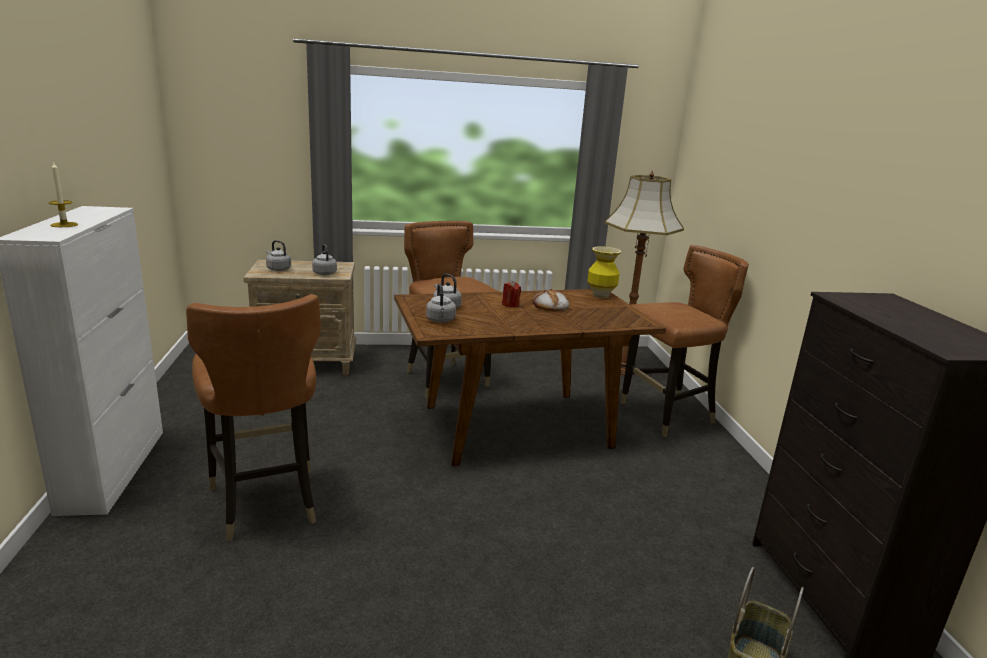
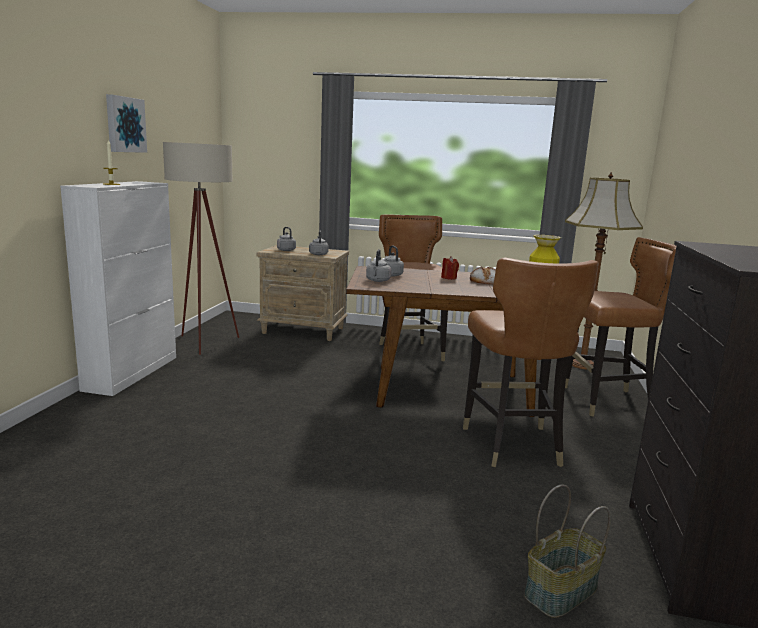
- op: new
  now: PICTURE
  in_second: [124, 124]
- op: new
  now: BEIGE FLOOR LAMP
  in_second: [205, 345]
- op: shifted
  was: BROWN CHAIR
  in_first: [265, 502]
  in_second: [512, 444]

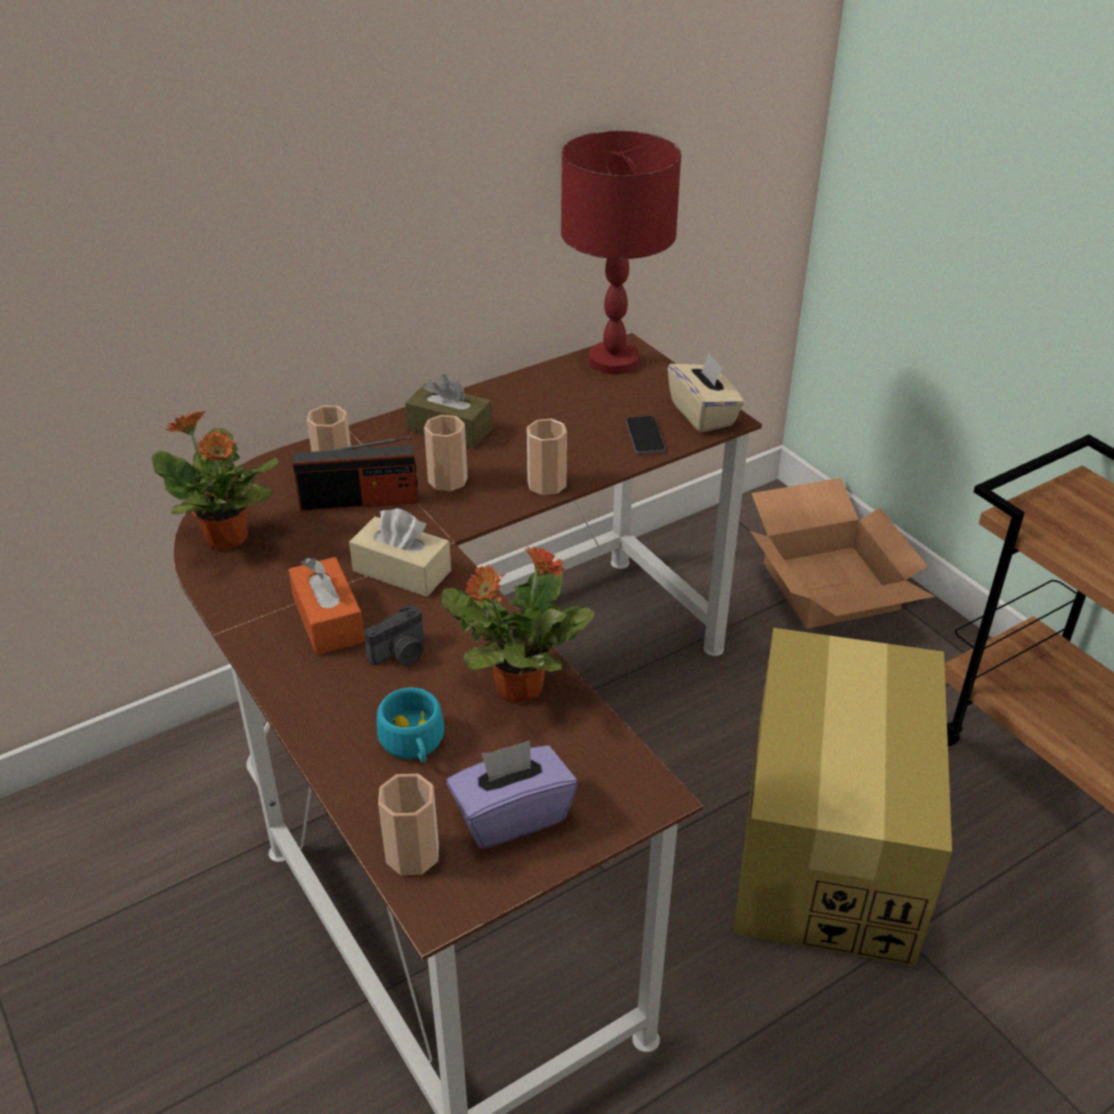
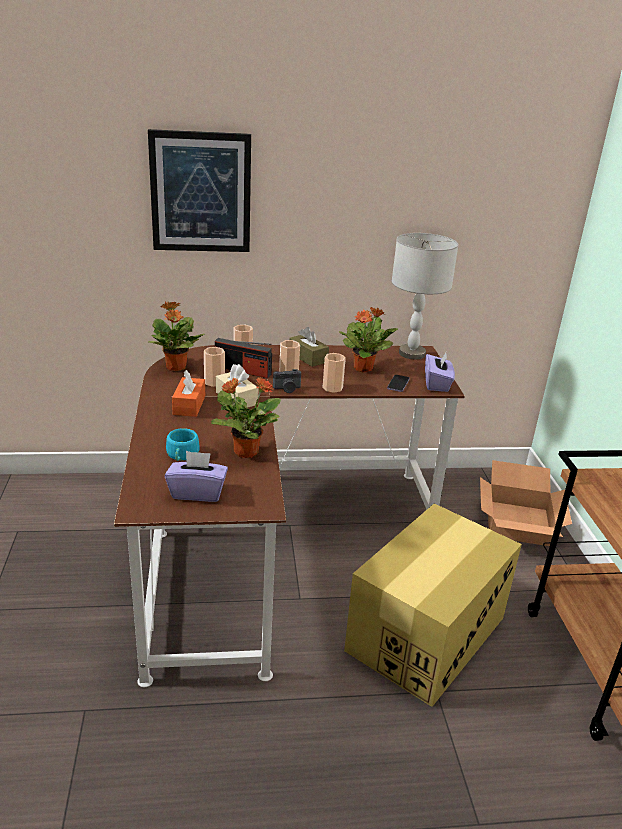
- op: new
  now: PICTURE
  in_second: [201, 192]
- op: new
  now: POTTED PLANT
  in_second: [363, 368]
- op: shifted
  was: PHOTO CAMERA
  in_first: [401, 654]
  in_second: [287, 389]
- op: shifted
  was: CUP
  in_first: [412, 854]
  in_second: [214, 382]
- op: repainted
  was: RED TABLE LAMP
  now: GREY TABLE LAMP
  in_first: [612, 361]
  in_second: [411, 353]
- op: repainted
  was: BEIGE TISSUE BOX
  now: PURPLE TISSUE BOX
  in_first: [703, 414]
  in_second: [437, 384]

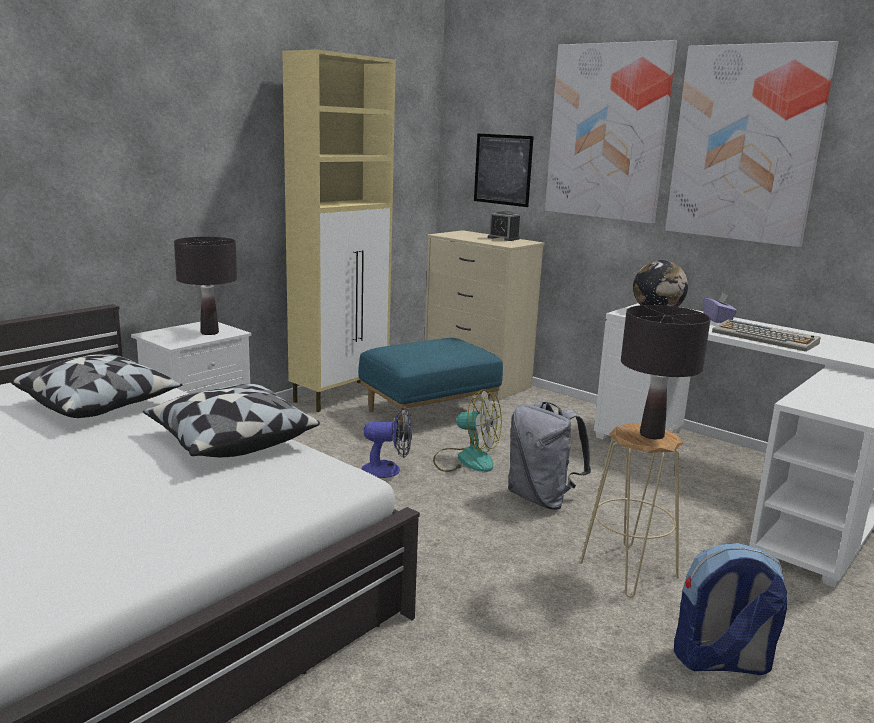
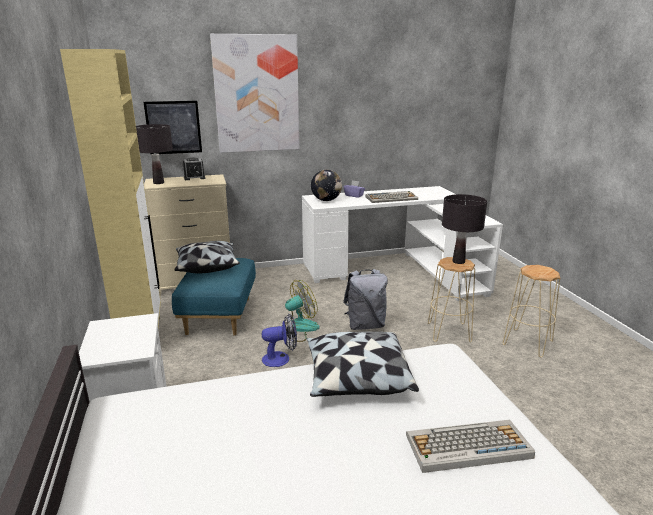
- op: gone
  was: PICTURE
  in_first: [745, 144]
- op: new
  now: KEYBOARD
  in_second: [467, 447]
- op: shifted
  was: PILLOW
  in_first: [100, 404]
  in_second: [206, 266]
- op: shifted
  was: BLACK TABLE LAMP
  in_first: [210, 333]
  in_second: [158, 183]
- op: swapped
  was: BACKPACK
  now: BEIGE STOOL
  in_first: [721, 662]
  in_second: [527, 343]
- op: rotated
  was: FAN
  in_first: [388, 470]
  in_second: [281, 358]
  clockwise: 45

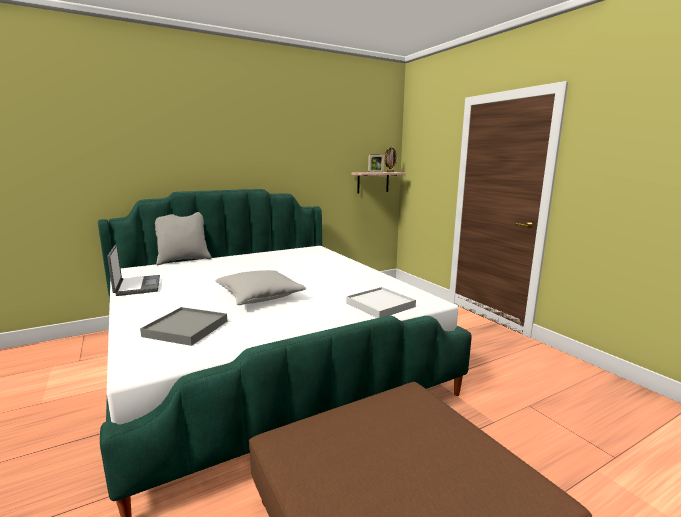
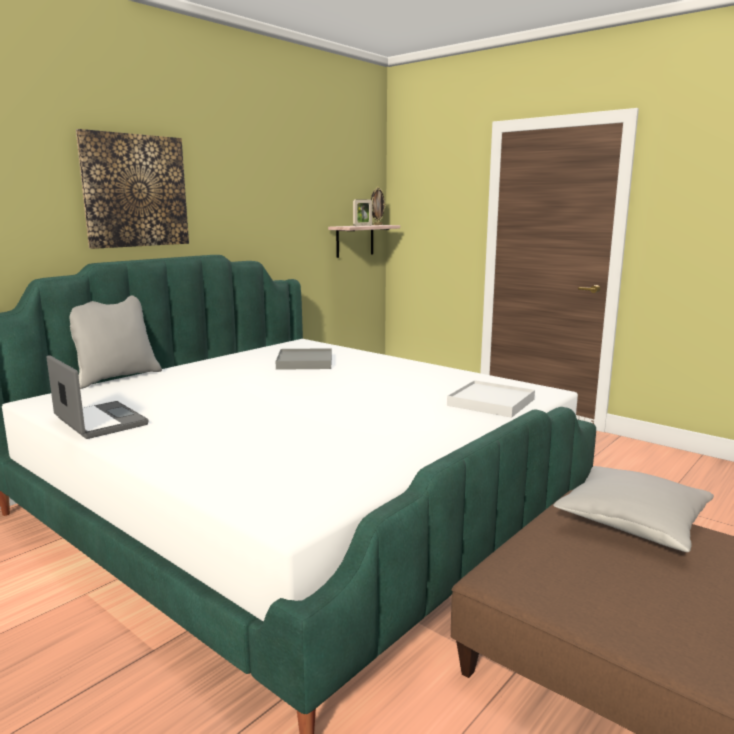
- op: new
  now: PICTURE
  in_second: [135, 191]
- op: shifted
  was: GREY TRAY
  in_first: [186, 328]
  in_second: [304, 362]
- op: shifted
  was: GREY PILLOW
  in_first: [260, 297]
  in_second: [632, 522]

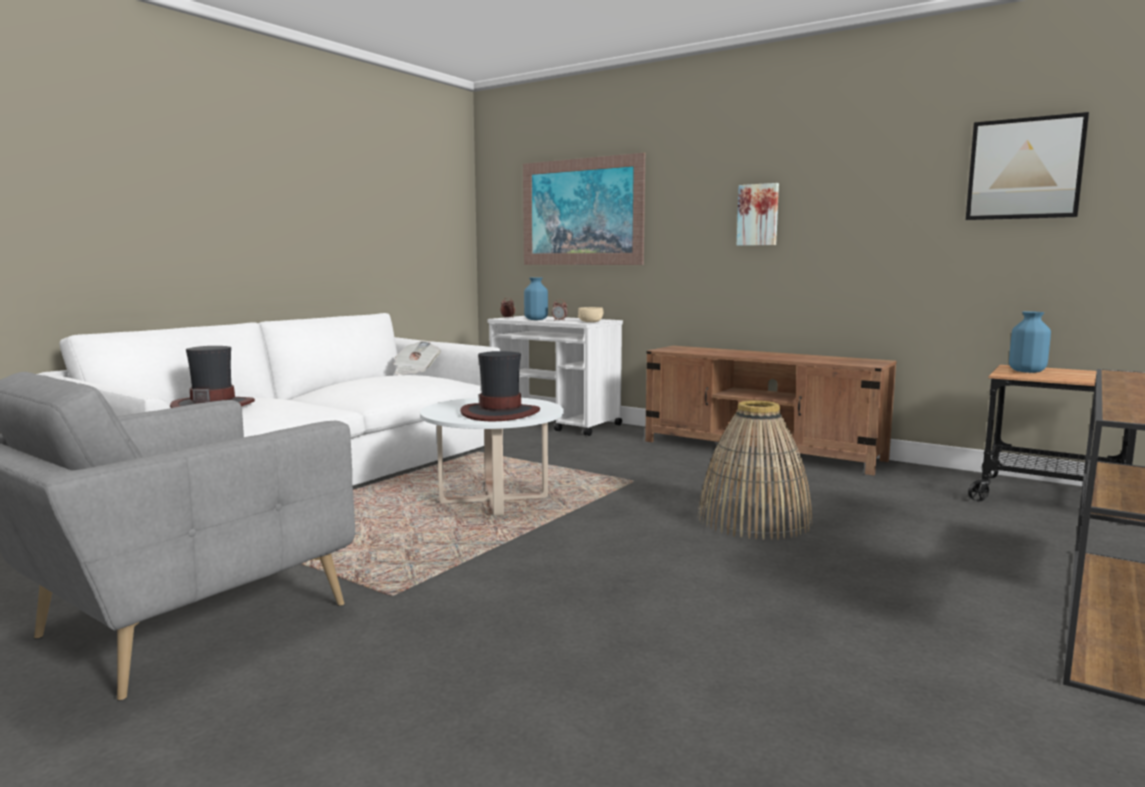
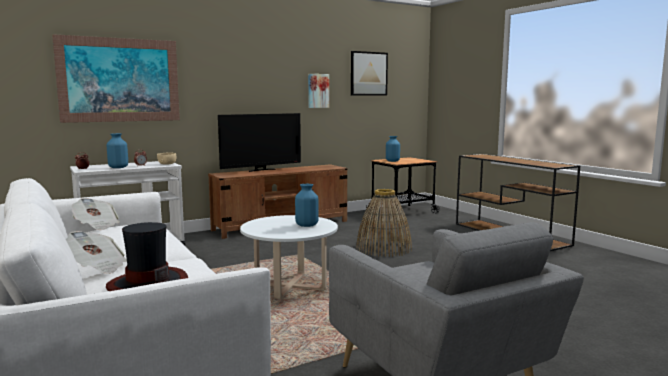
- op: new
  now: NEWSPAPER
  in_second: [96, 267]
- op: new
  now: TELEVISION
  in_second: [261, 170]
- op: shifted
  was: PICTURE
  in_first: [758, 215]
  in_second: [318, 91]
- op: swapped
  was: HAT
  now: BLUE VASE
  in_first: [500, 413]
  in_second: [307, 225]

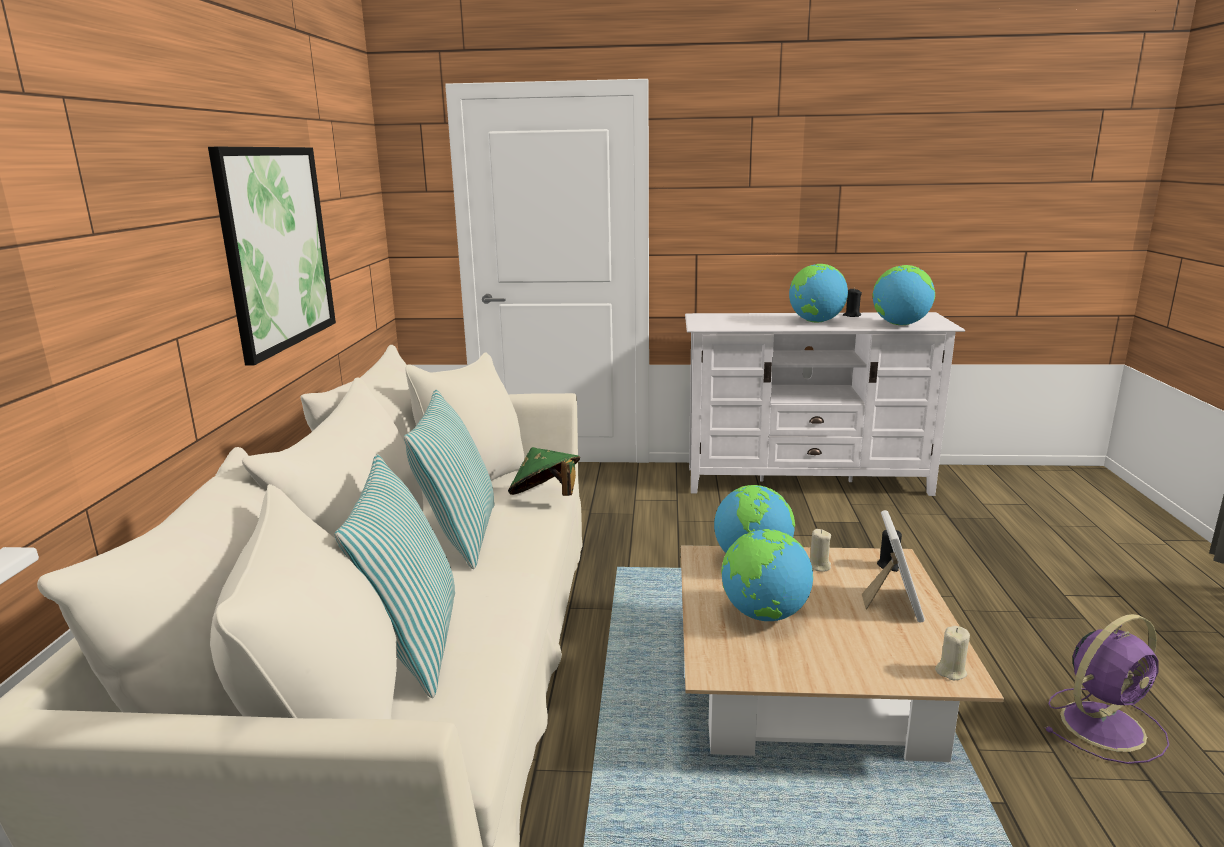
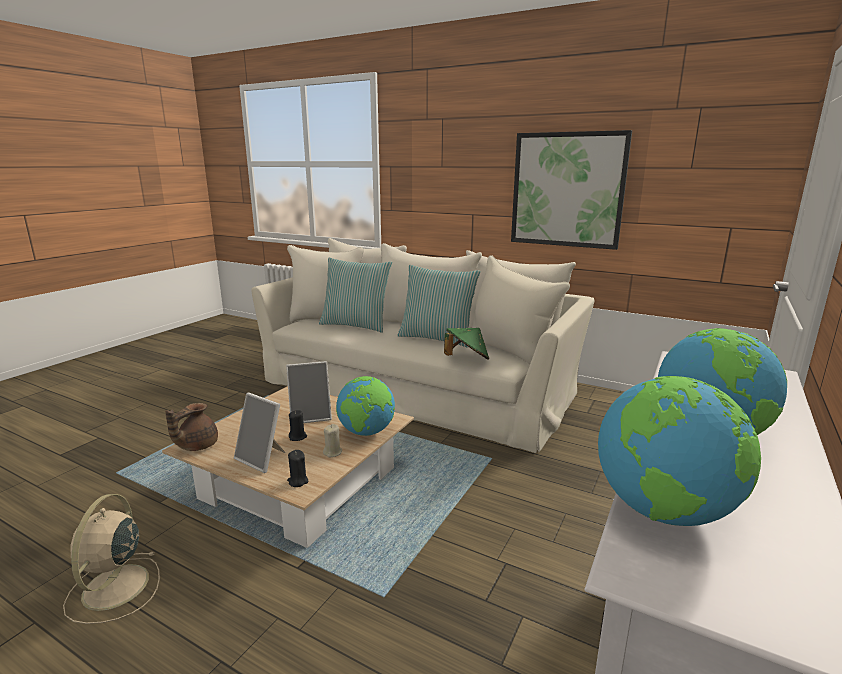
- op: shifted
  was: BLACK CANDLE
  in_first: [852, 315]
  in_second: [298, 437]
- op: swapped
  was: GLOBE
  now: PICTURE FRAME
  in_first: [764, 614]
  in_second: [311, 416]
- op: swapped
  was: BEIGE CANDLE
  now: BROWN TEAPOT
  in_first: [951, 671]
  in_second: [196, 446]
- op: repainted
  was: PURPLE FAN
  now: BEIGE FAN
  in_first: [1104, 724]
  in_second: [114, 589]

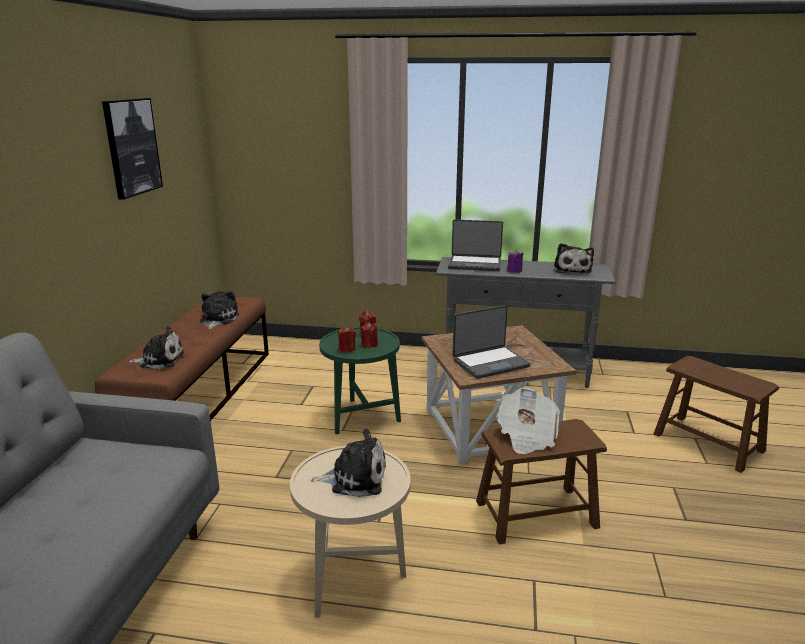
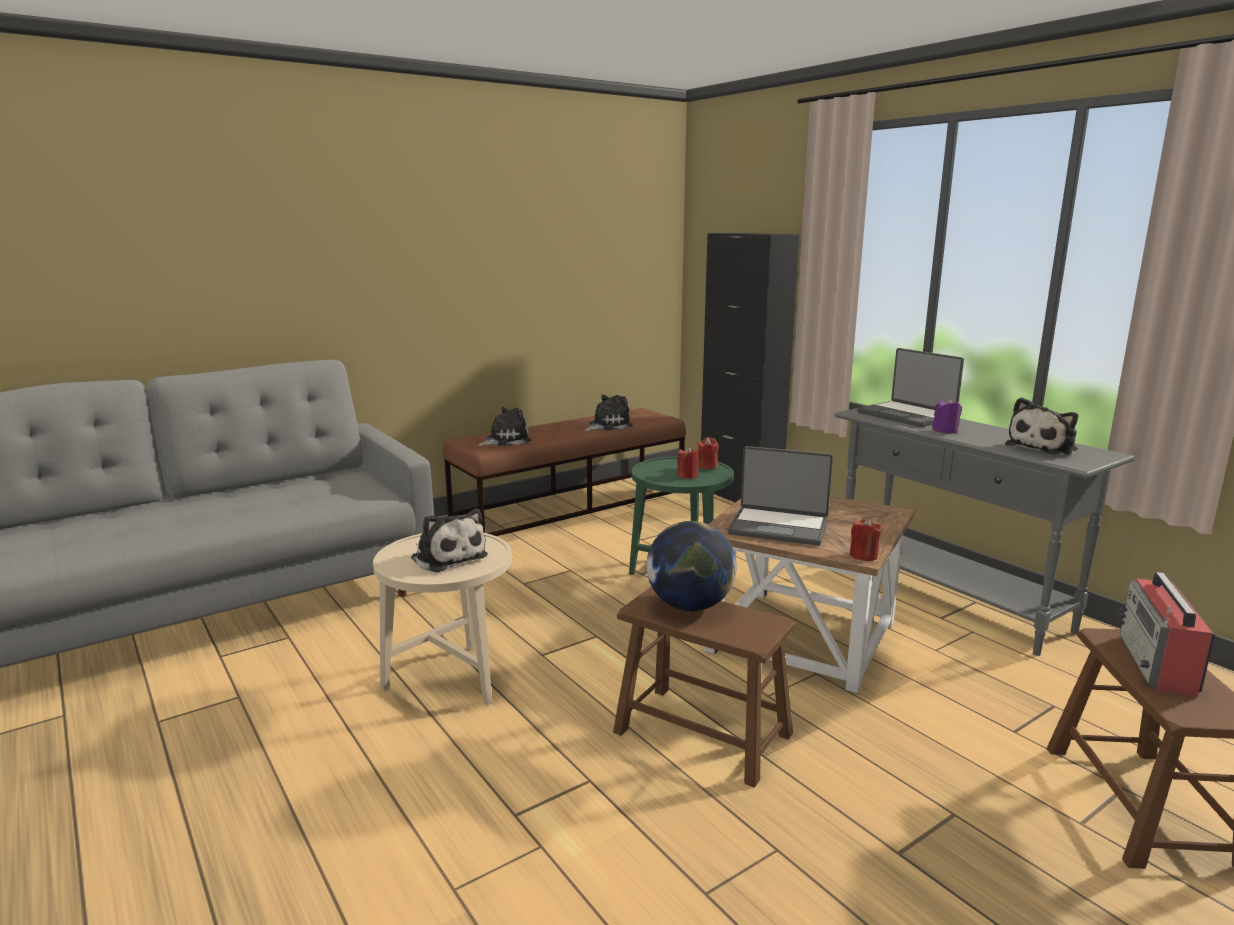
- op: gone
  was: PICTURE
  in_first: [132, 147]
- op: new
  now: BLACK CABINET
  in_second: [739, 496]
- op: new
  now: RADIO
  in_second: [1157, 664]
- op: shifted
  was: RED CANDLE
  in_first: [347, 349]
  in_second: [863, 556]
- op: swapped
  was: NEWSPAPER
  now: GLOBE
  in_first: [526, 436]
  in_second: [690, 606]
- op: rotated
  was: PLUSH TOY
  in_first: [159, 360]
  in_second: [505, 440]
  clockwise: -75

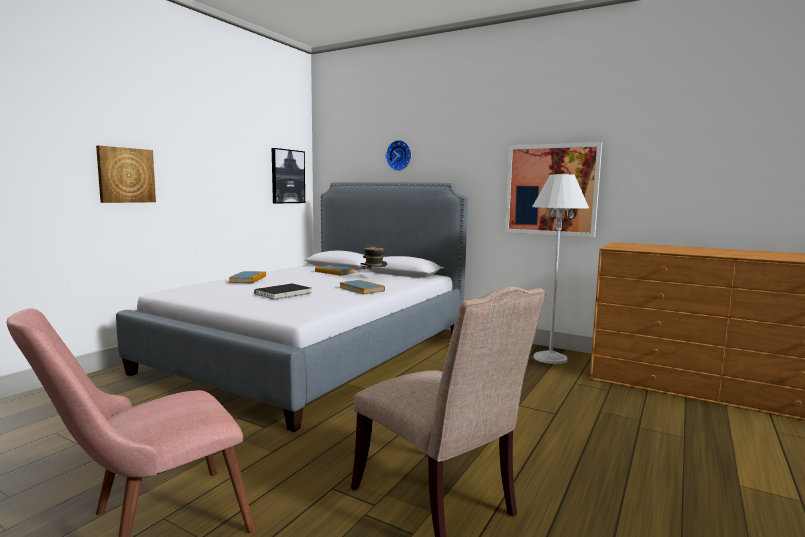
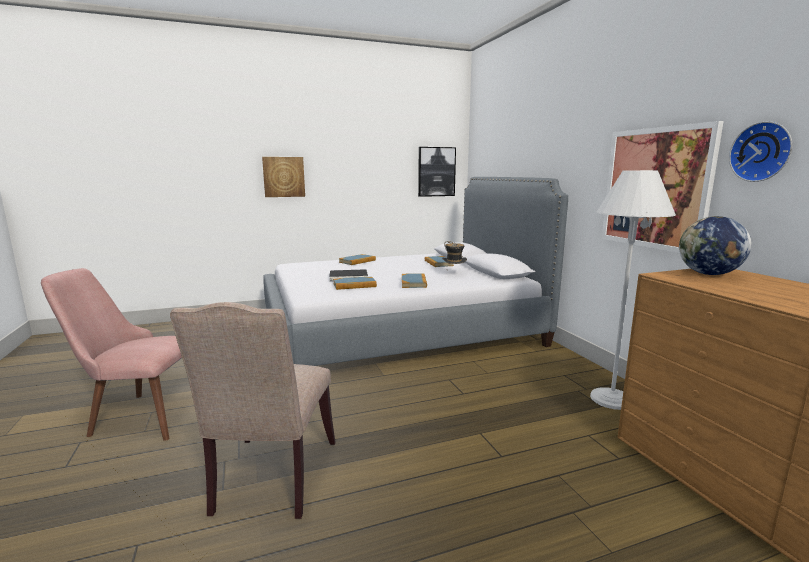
- op: new
  now: BOOK
  in_second: [354, 285]
- op: new
  now: GLOBE
  in_second: [708, 274]
- op: shifted
  was: WALL CLOCK
  in_first: [399, 155]
  in_second: [762, 152]

